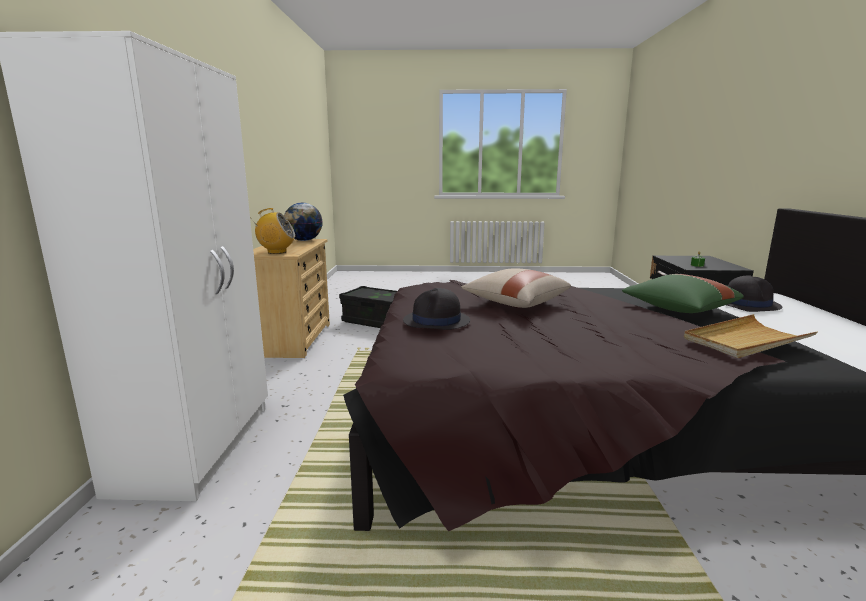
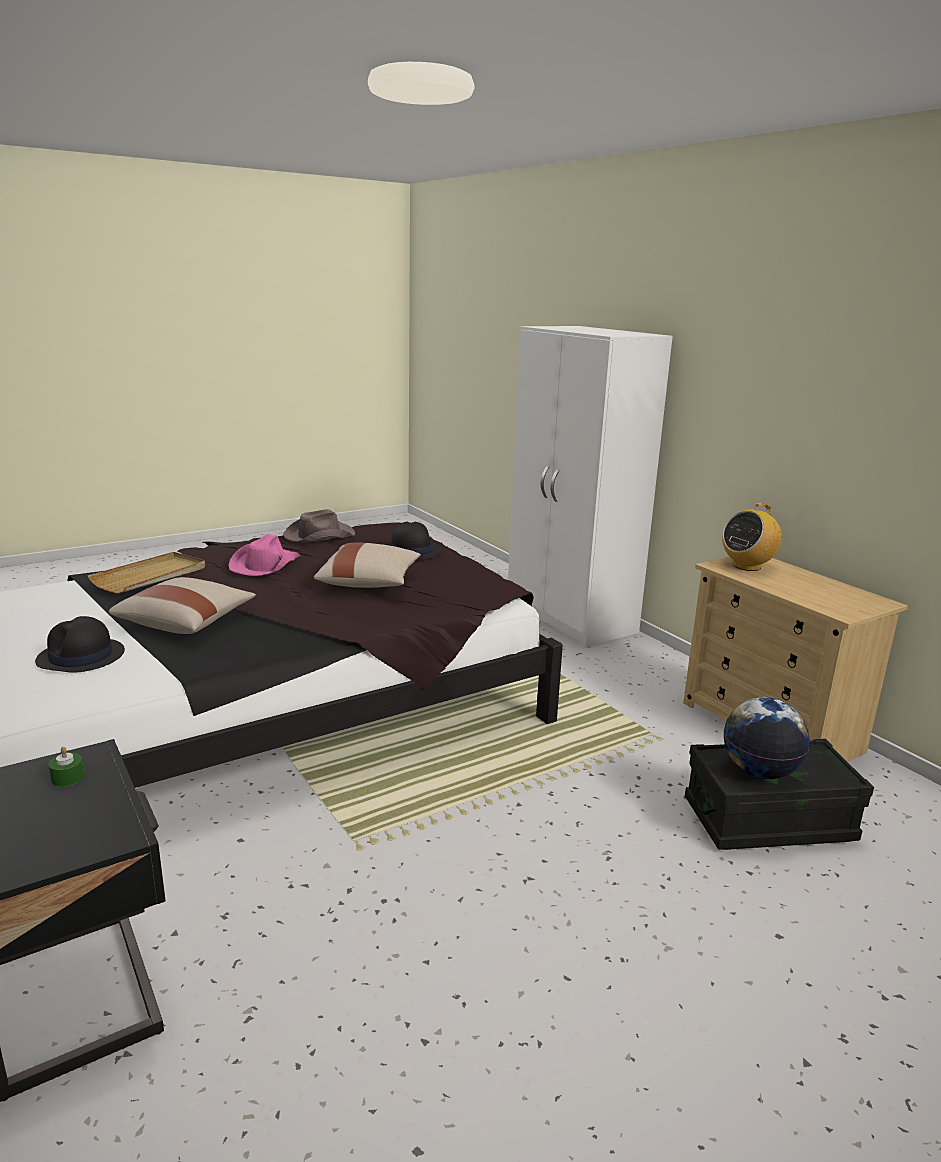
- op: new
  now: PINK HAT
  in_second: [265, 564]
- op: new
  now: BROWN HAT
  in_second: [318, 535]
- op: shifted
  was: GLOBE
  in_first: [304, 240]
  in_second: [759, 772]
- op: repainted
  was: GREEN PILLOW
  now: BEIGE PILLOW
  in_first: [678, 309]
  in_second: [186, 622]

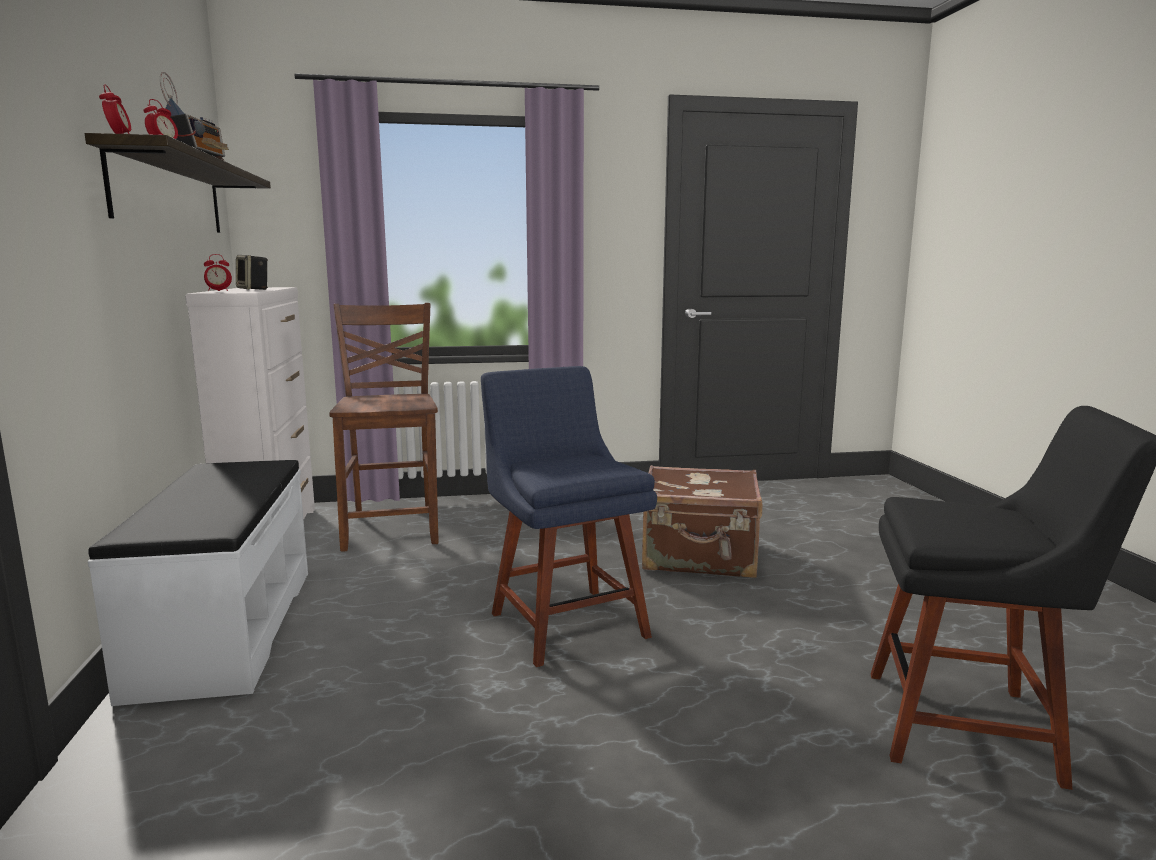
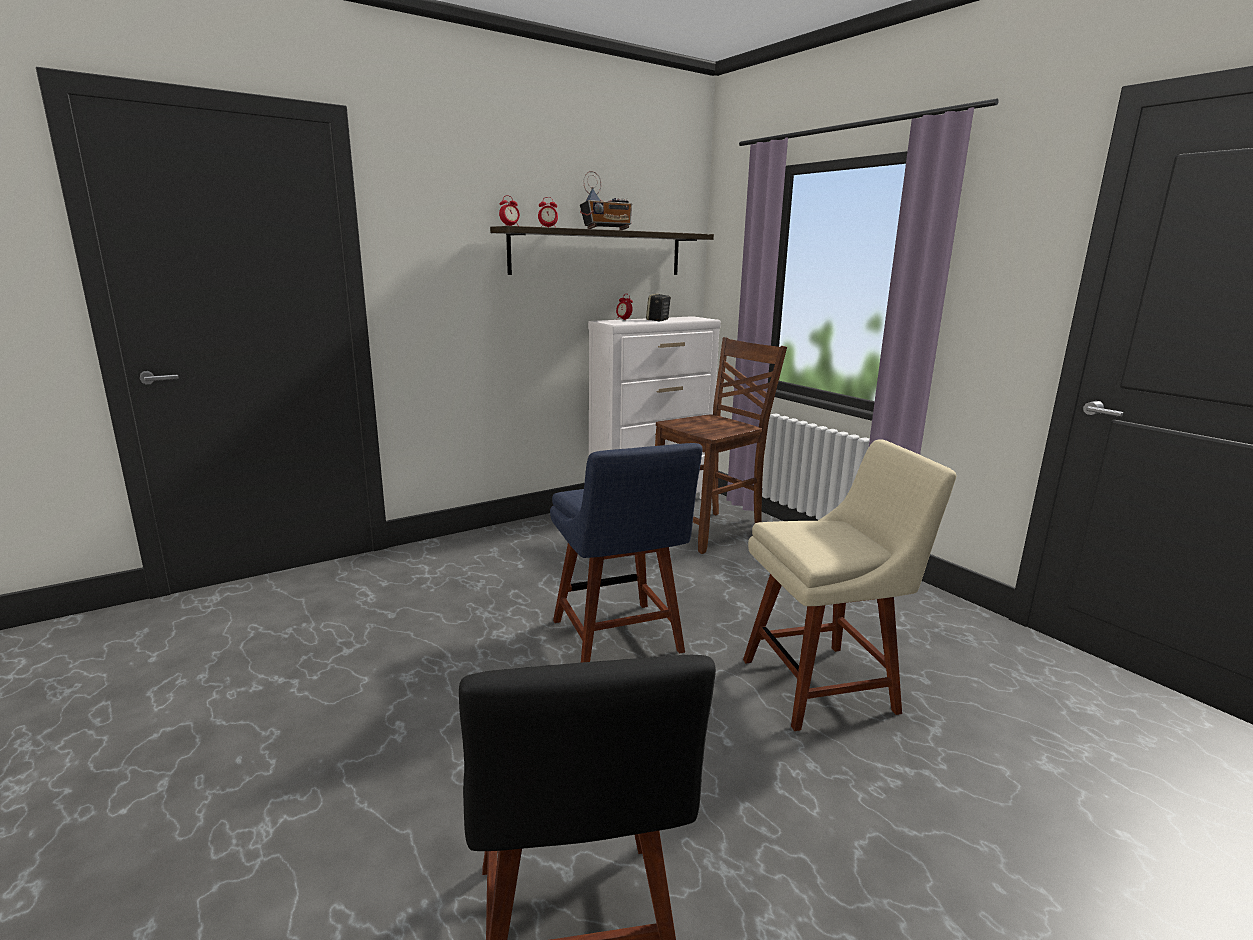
- op: gone
  was: WHITE BENCH
  in_first: [224, 628]
- op: swapped
  was: BROWN SUITCASE
  now: BEIGE CHAIR
  in_first: [700, 558]
  in_second: [825, 684]
- op: rotated
  was: BLUE CHAIR
  in_first: [565, 621]
  in_second: [619, 639]
  clockwise: 120

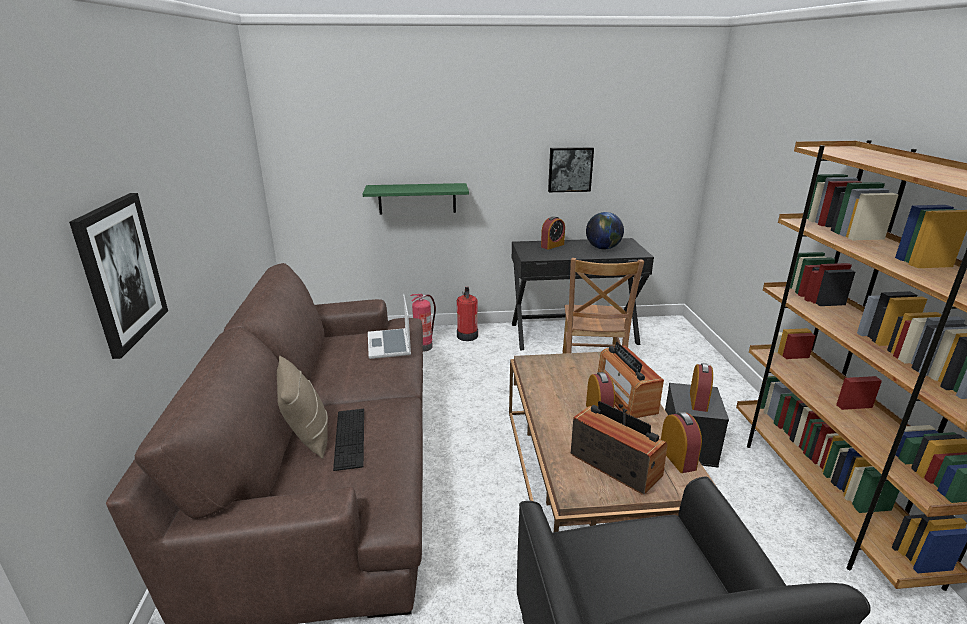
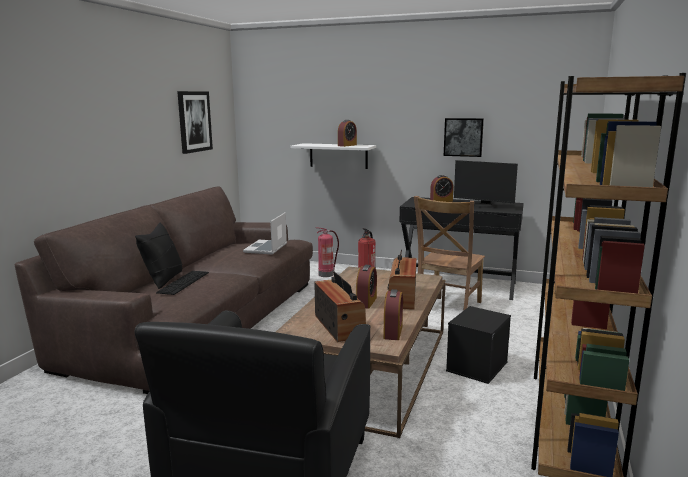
- op: shifted
  was: PICTURE
  in_first: [121, 272]
  in_second: [194, 121]
- op: shifted
  was: ALARM CLOCK
  in_first: [698, 401]
  in_second: [347, 145]
- op: swapped
  was: GLOBE
  now: MONITOR
  in_first: [603, 248]
  in_second: [483, 205]
- op: repainted
  was: BEIGE PILLOW
  now: BLACK PILLOW
  in_first: [308, 436]
  in_second: [163, 279]
- op: repainted
  was: GREEN SHELF
  now: WHITE SHELF
  in_first: [417, 198]
  in_second: [338, 156]

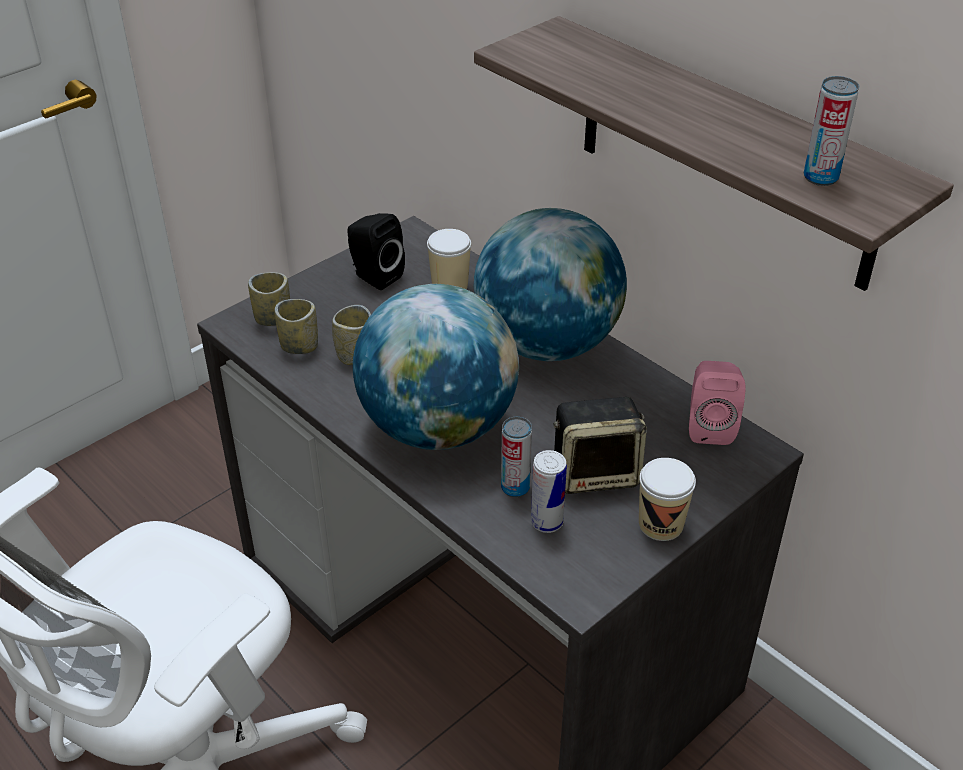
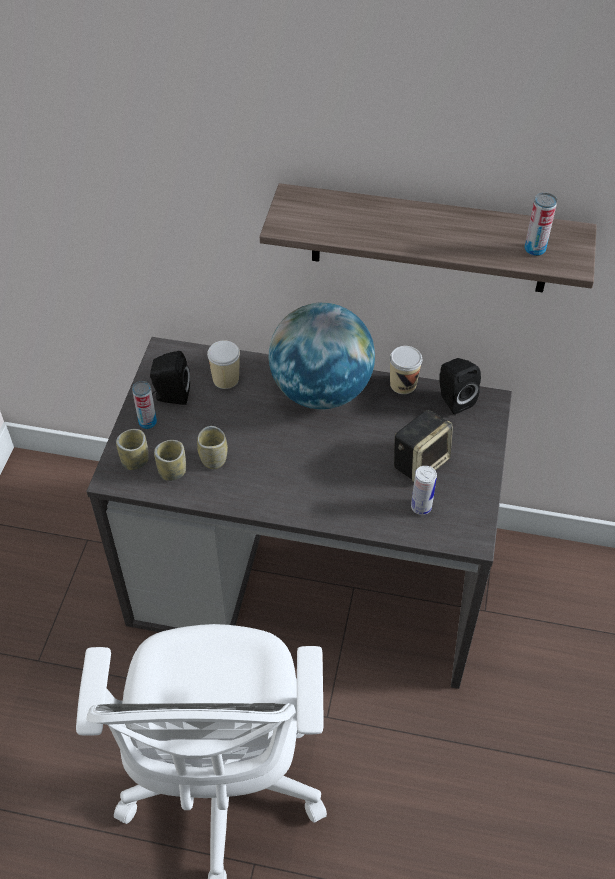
- op: gone
  was: GLOBE
  in_first: [438, 427]
- op: shifted
  was: CAN
  in_first: [515, 487]
  in_second: [147, 422]
- op: shifted
  was: CUP
  in_first: [661, 524]
  in_second: [403, 384]
- op: repainted
  was: PINK SPEAKER
  now: BLACK SPEAKER
  in_first: [709, 426]
  in_second: [453, 399]

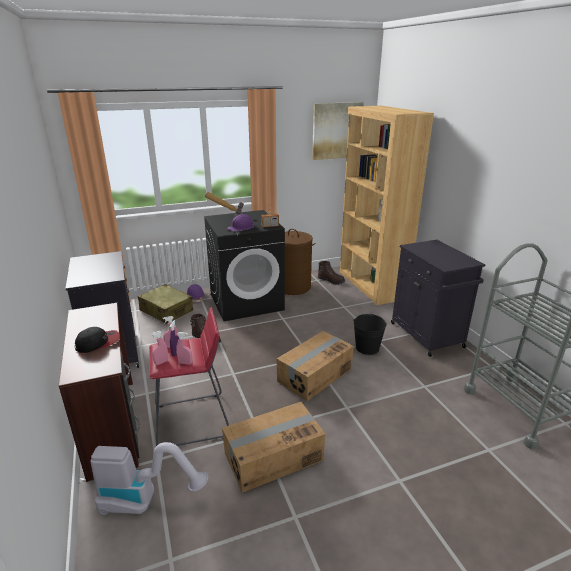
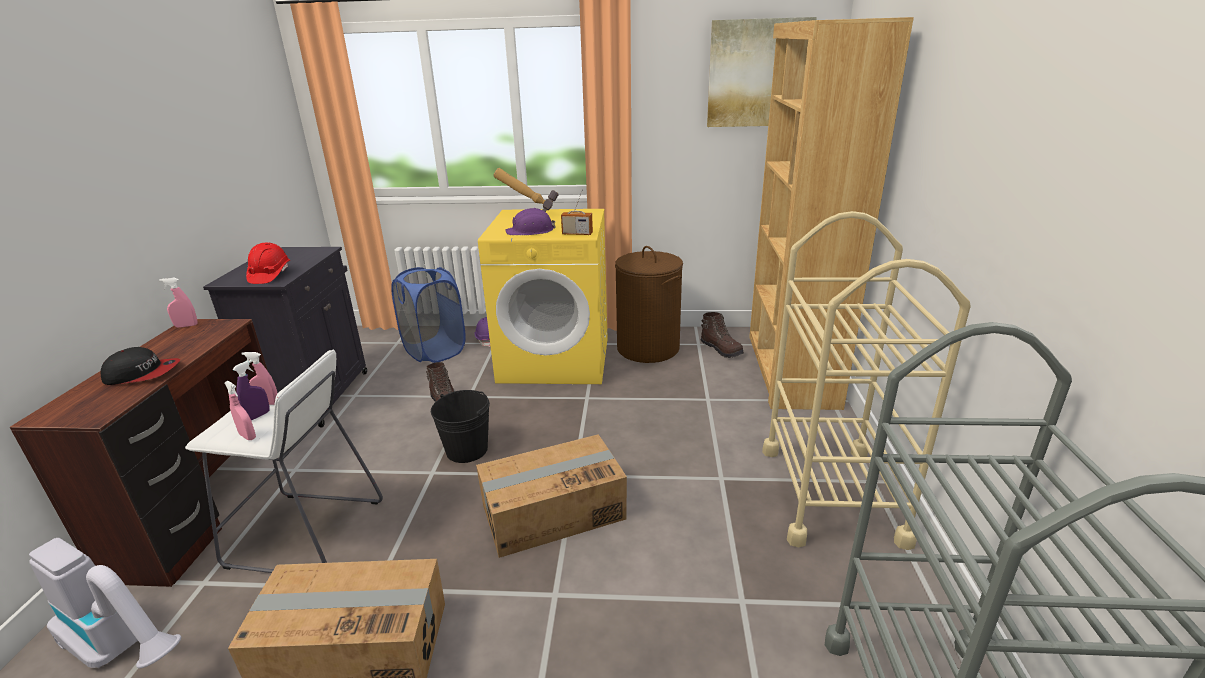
- op: new
  now: RED HARD HAT
  in_second: [270, 275]
- op: shifted
  was: PINK SPRAY BOTTLE
  in_first: [161, 362]
  in_second: [186, 326]
- op: shifted
  was: BLACK BUCKET
  in_first: [367, 347]
  in_second: [467, 450]
- op: swapped
  was: BEIGE SUITCASE
  now: BLUE LAUNDRY BASKET
  in_first: [166, 311]
  in_second: [434, 351]
- op: swapped
  was: BLACK CABINET
  now: BEIGE CART
  in_first: [427, 336]
  in_second: [830, 493]
- op: repainted
  was: RED STOOL
  now: WHITE STOOL
  in_first: [192, 420]
  in_second: [306, 534]
- op: repainted
  was: BLACK WASHING MACHINE
  now: YELLOW WASHING MACHINE
  in_first: [247, 302]
  in_second: [555, 359]

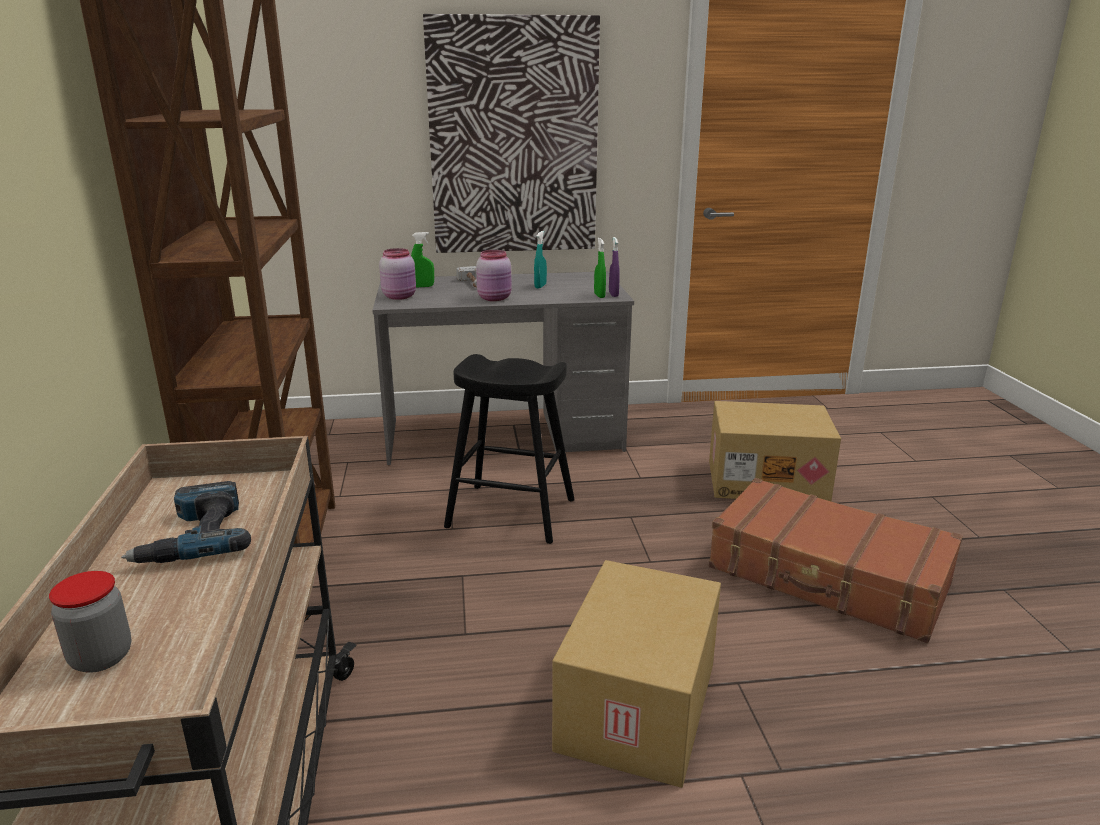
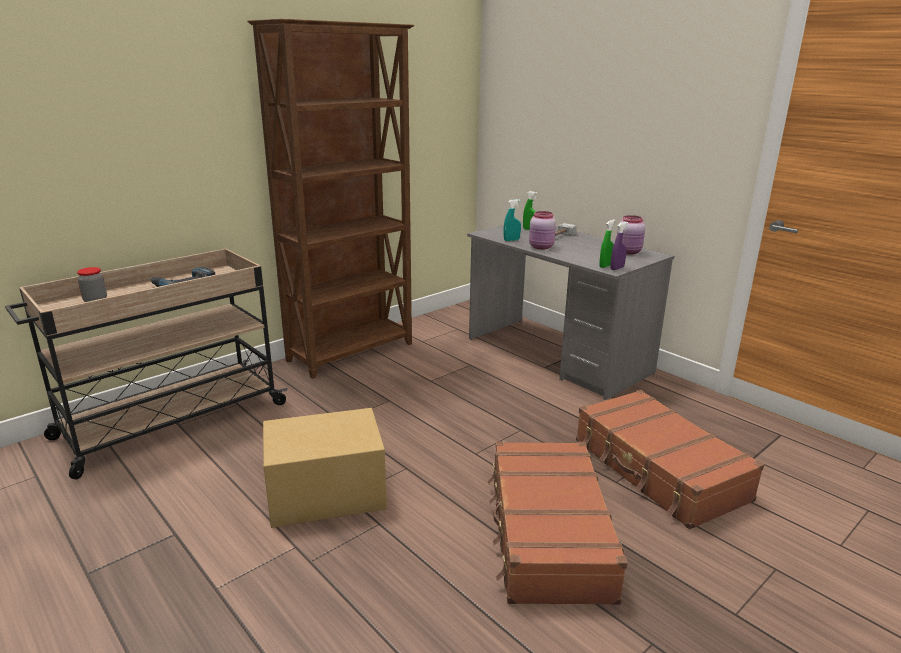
- op: gone
  was: PICTURE
  in_first: [514, 138]
- op: gone
  was: BLACK STOOL
  in_first: [511, 513]
- op: shifted
  was: PINK JAR
  in_first: [400, 296]
  in_second: [629, 252]
- op: shifted
  was: TURQUOISE SPRAY BOTTLE
  in_first: [540, 286]
  in_second: [511, 240]
- op: swapped
  was: CARDBOARD BOX
  now: BROWN SUITCASE
  in_first: [767, 481]
  in_second: [658, 470]

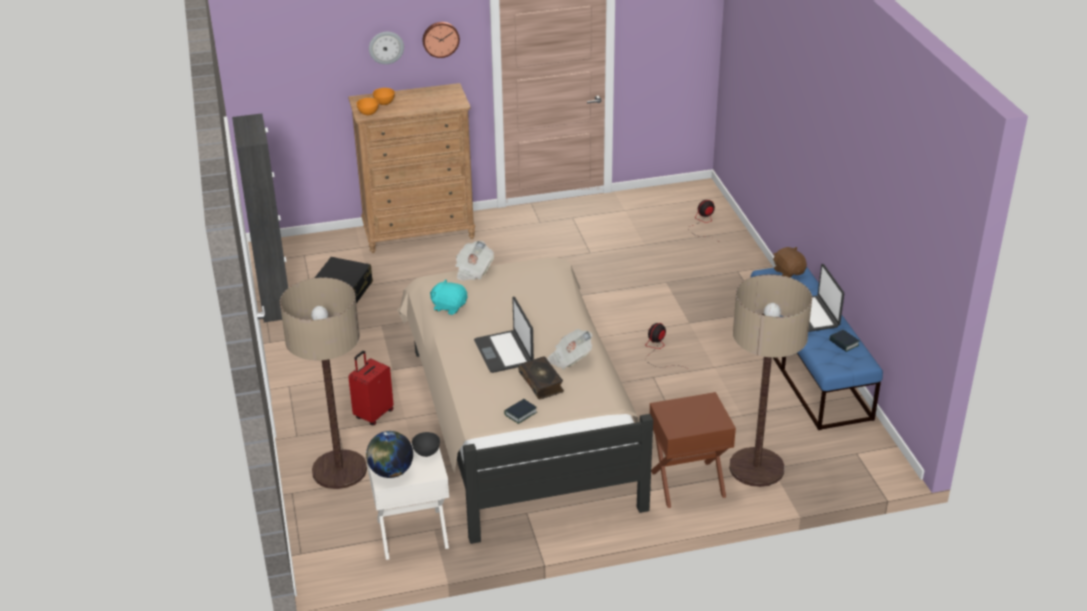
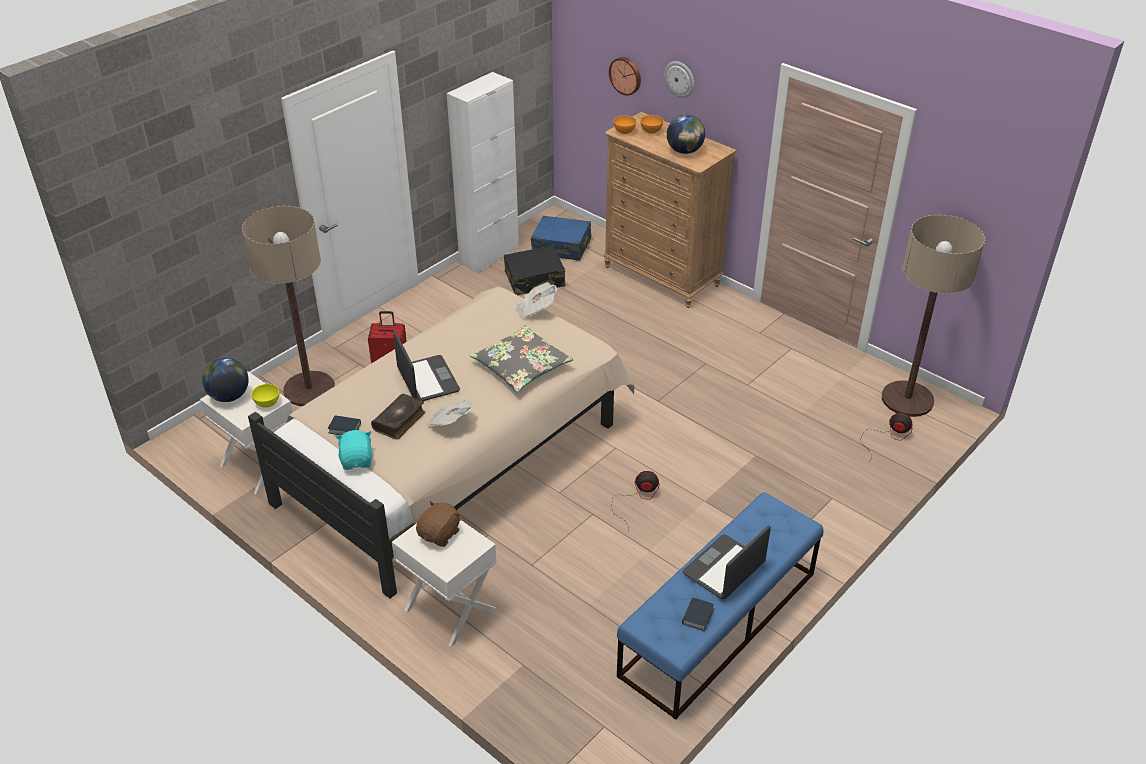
- op: new
  now: GREY PILLOW
  in_second: [521, 366]
- op: new
  now: BLUE SUITCASE
  in_second: [561, 247]
- op: new
  now: GLOBE
  in_second: [684, 151]
- op: shifted
  was: WALL CLOCK
  in_first: [440, 39]
  in_second: [626, 75]
- op: shifted
  was: TURQUOISE PLUSH TOY
  in_first: [449, 307]
  in_second: [357, 460]
- op: shifted
  was: FLOOR LAMP
  in_first: [756, 468]
  in_second: [907, 399]
- op: shifted
  was: BROWN PLUSH TOY
  in_first: [788, 272]
  in_second: [440, 534]
- op: repainted
  was: BLACK CABINET
  now: WHITE CABINET
  in_first: [275, 302]
  in_second: [489, 255]
- op: repainted
  was: GREY BOWL
  now: YELLOW BOWL
  in_first: [426, 452]
  in_second: [267, 403]
- op: repainted
  was: BROWN NIGHTSTAND
  now: WHITE NIGHTSTAND
  in_first: [688, 484]
  in_second: [449, 610]
- op: rotated
  was: LAPTOP
  in_first: [504, 352]
  in_second: [427, 380]
  clockwise: 120

